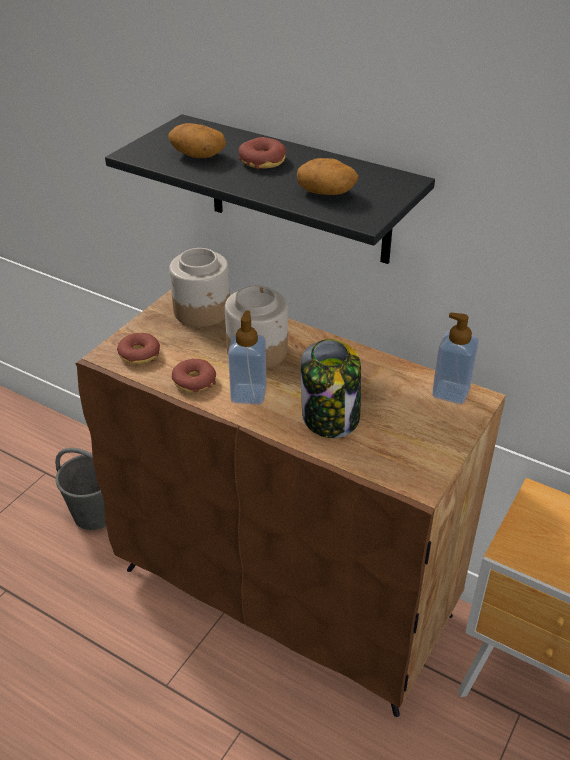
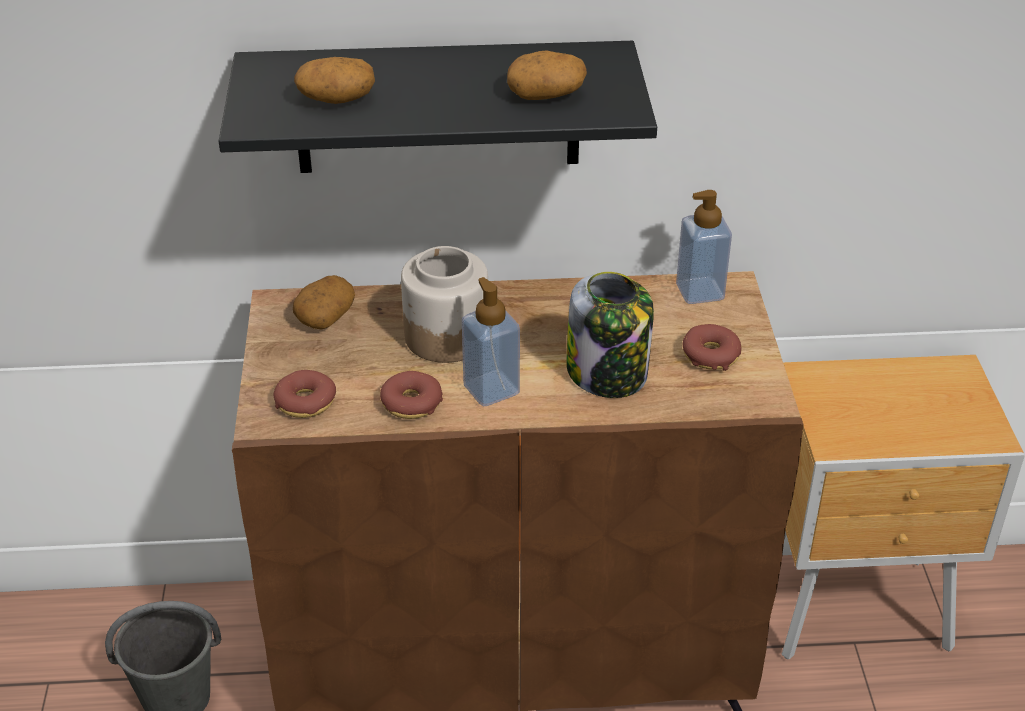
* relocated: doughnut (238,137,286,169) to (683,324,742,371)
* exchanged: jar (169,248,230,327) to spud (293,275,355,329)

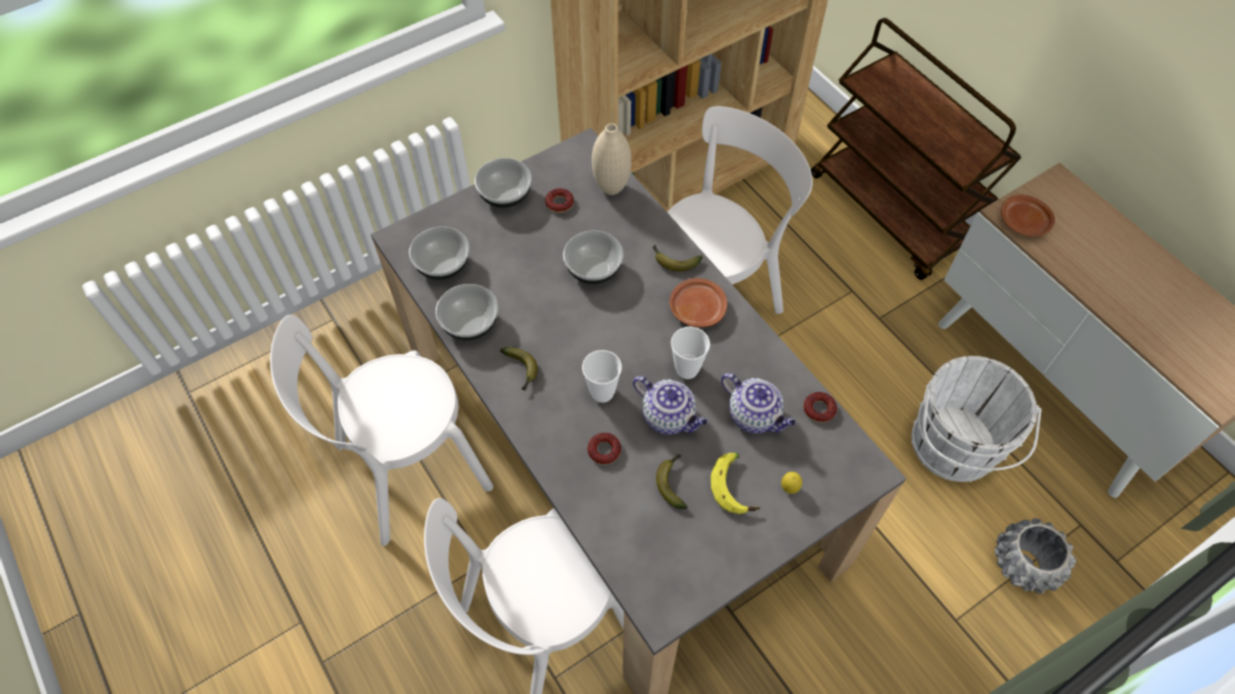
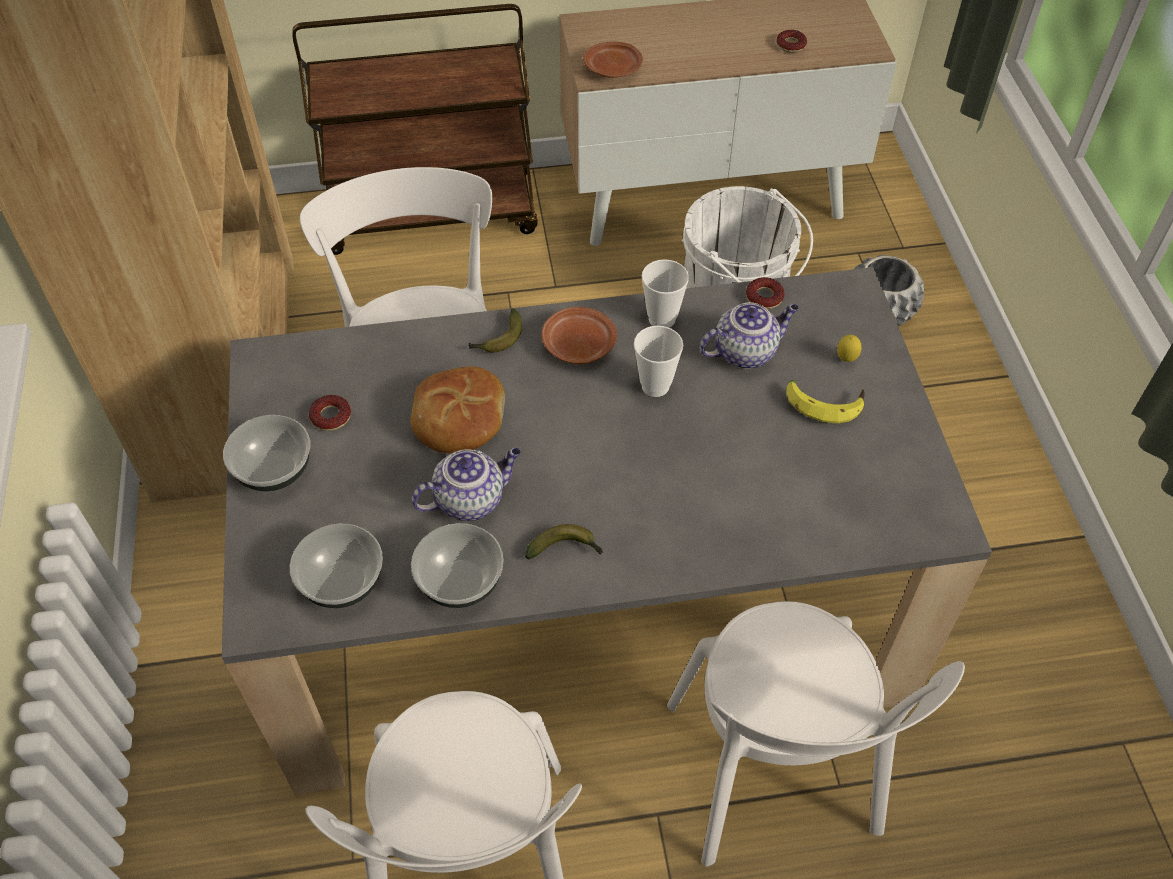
* missing: sand-coloured vase (592,123,631,195)
* missing: banana (656,454,687,509)
* relocated: small cup (582,350,622,403) to (642,259,689,328)
* relocated: doughnut (588,433,621,465) to (776,30,807,53)
* relocated: teapot (633,376,708,435) to (411,448,521,521)
* exchanged: serving bowl (563,230,624,284) to bread (410,366,505,453)

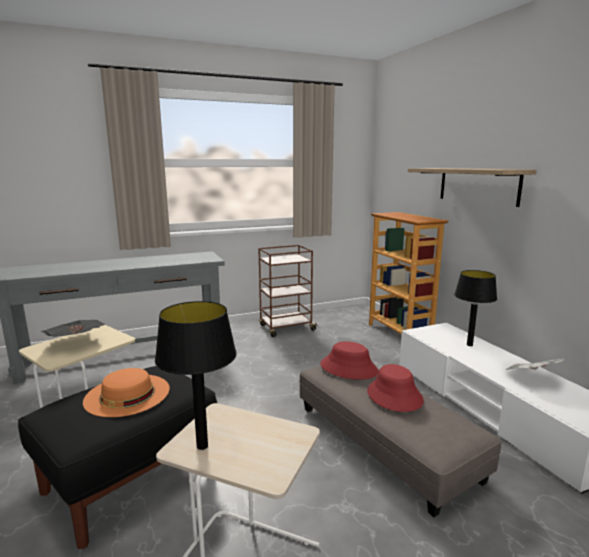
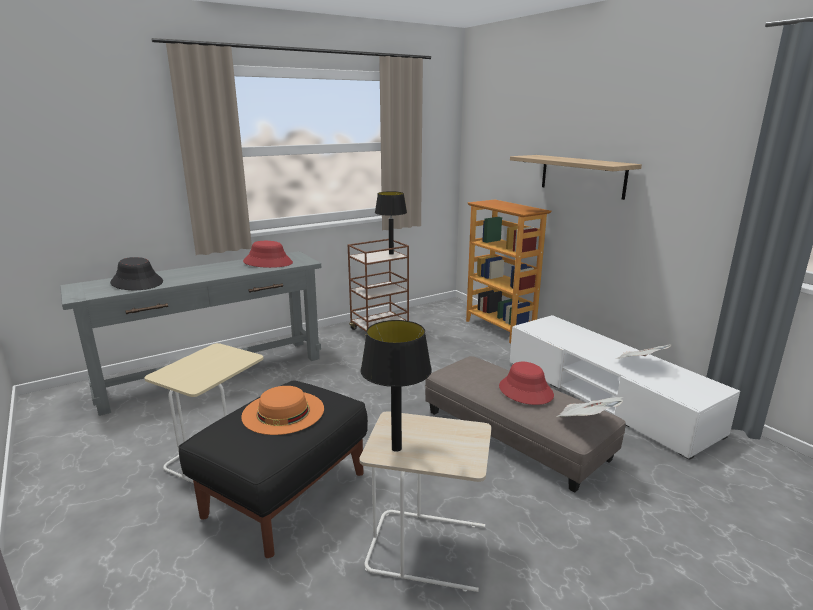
* appeared: black wearable hat (110,257,163,290)
* relocated: newspaper (41,320,105,337) to (556,397,623,417)
* relocated: red-coloured wearable hat (320,341,379,380) to (243,241,293,268)
* relocated: black lamp for a table (454,270,497,346) to (375,191,407,255)

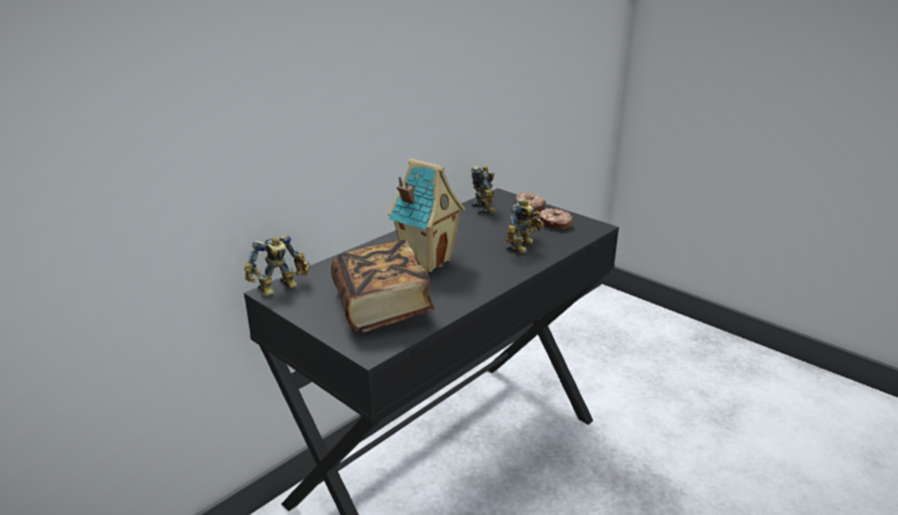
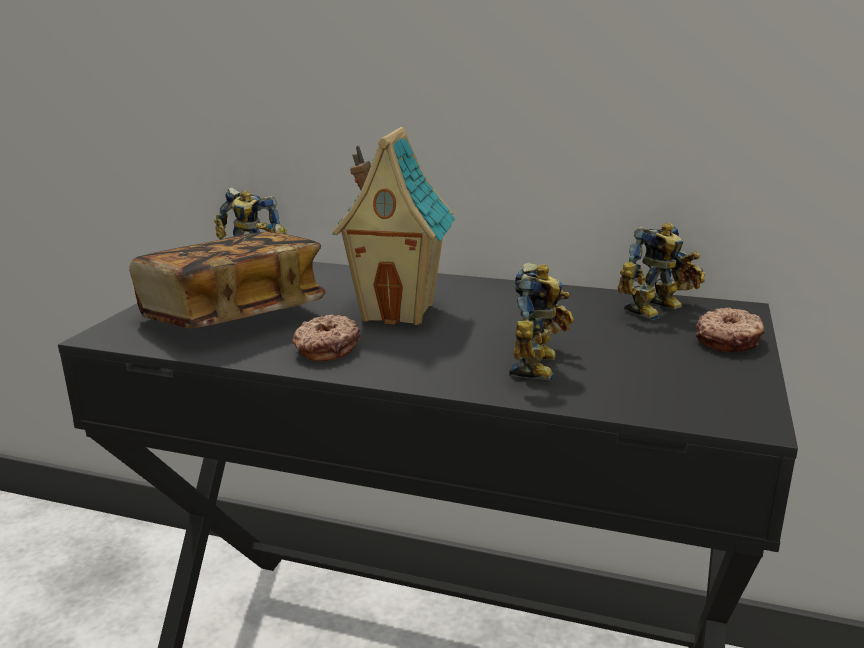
* relocated: doughnut (538,208,573,229) to (292,315,360,361)
* spun: robot figure (506,197,543,254) = (509,262,574,381) 75 degrees counterclockwise

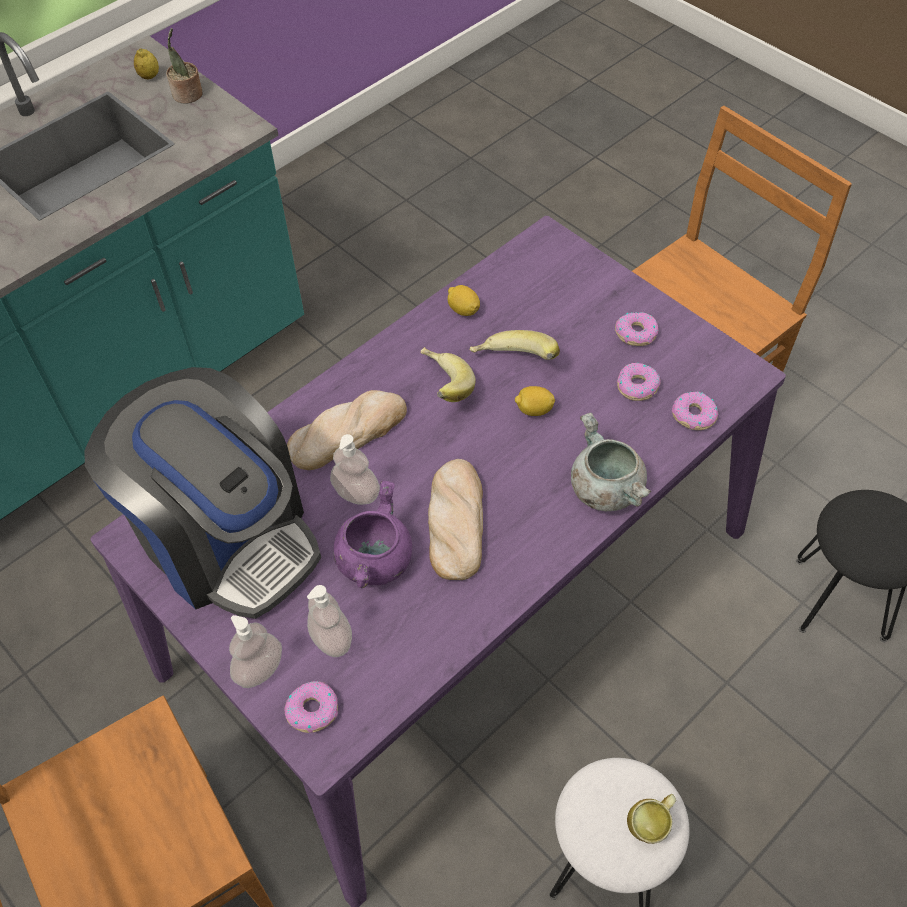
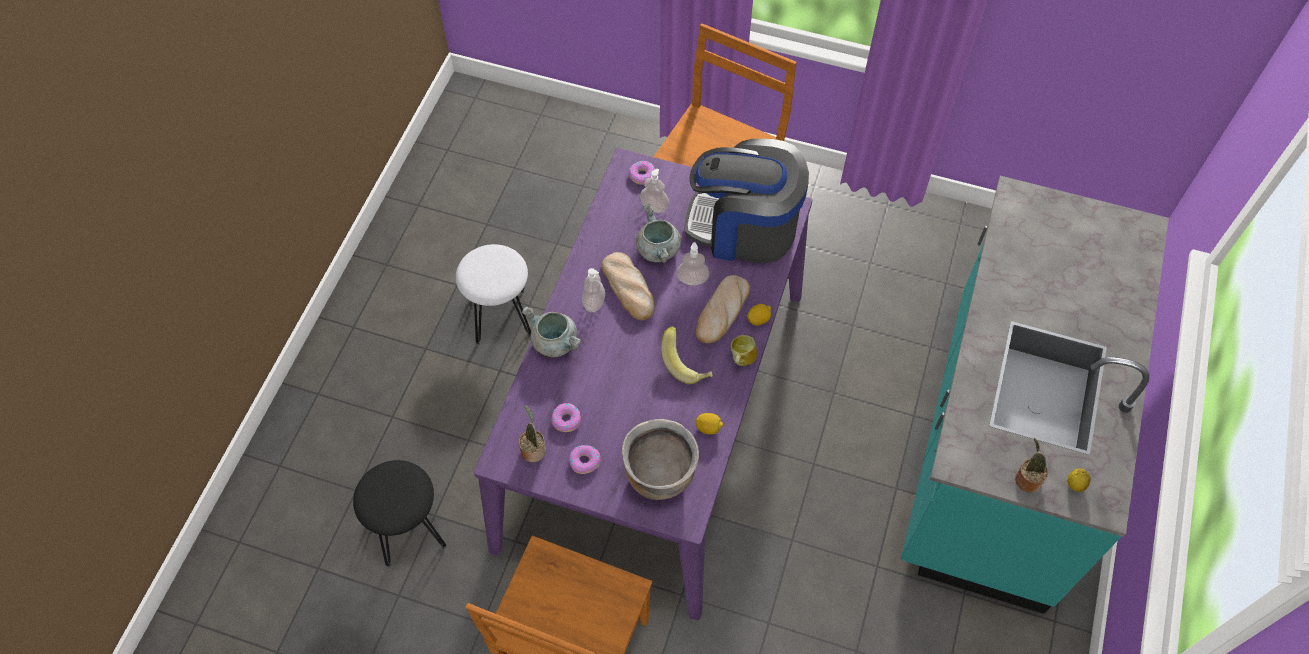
* missing: banana (470,330,560,360)
* missing: doughnut (672,391,718,430)
* appeared: houseplant (519,405,546,462)
* appeared: brown-coloured cooking pot (622,419,699,500)
* relocated: soap dispenser (229,615,282,688) to (582,268,605,312)
* relocated: lemon (515,386,555,416) to (747,304,771,326)
* relocated: tea mug (627,794,676,844) to (731,335,757,366)
* colour: purplish cooking pot (334,480,412,588) to gray cooking pot (636,204,681,263)

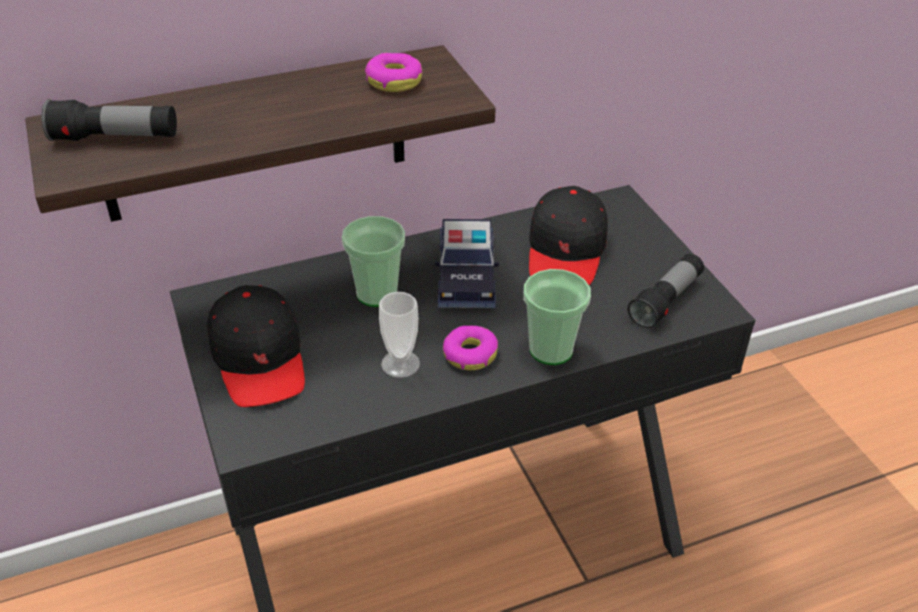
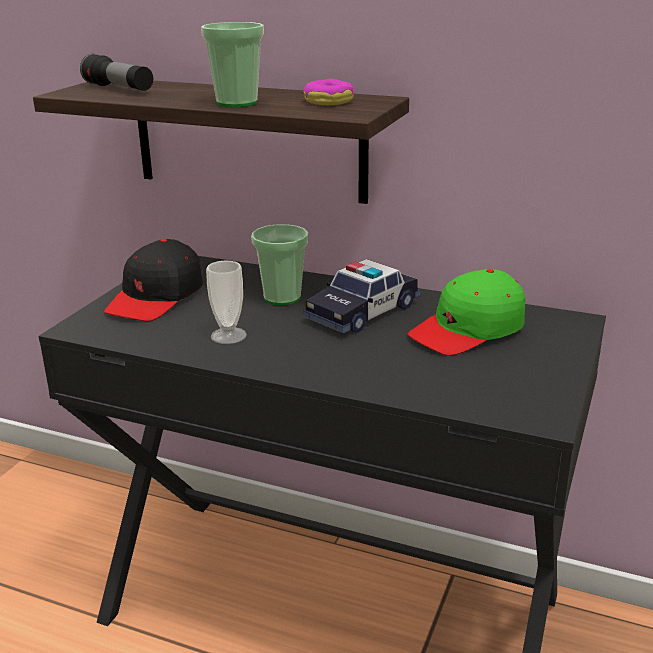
* missing: doughnut (443,326,498,370)
* missing: flashlight (627,254,704,329)
* relocated: small cup (523,269,591,365) to (201,22,264,107)
* colour: black peaked cap (529,186,608,285) to green-coloured peaked cap (408,269,525,356)

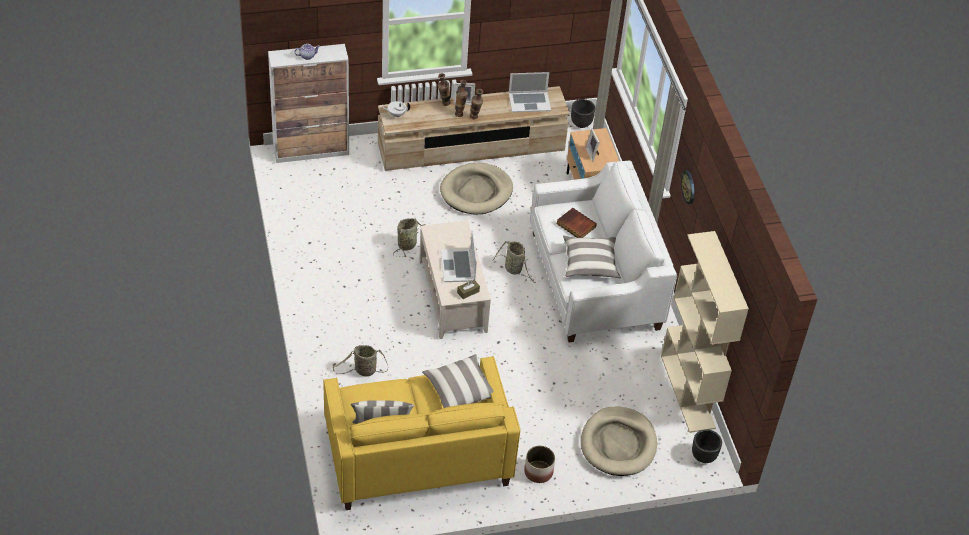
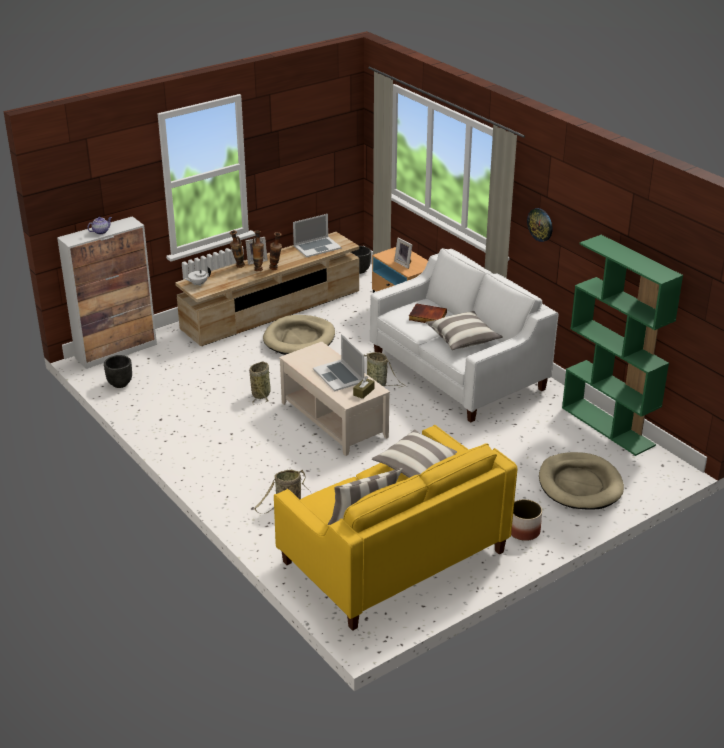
* relocated: black flower pot (692,429,722,463) to (104,355,132,388)
* colour: sand-coloured bookcase (661,231,749,433) to green-coloured bookcase (562,235,683,456)

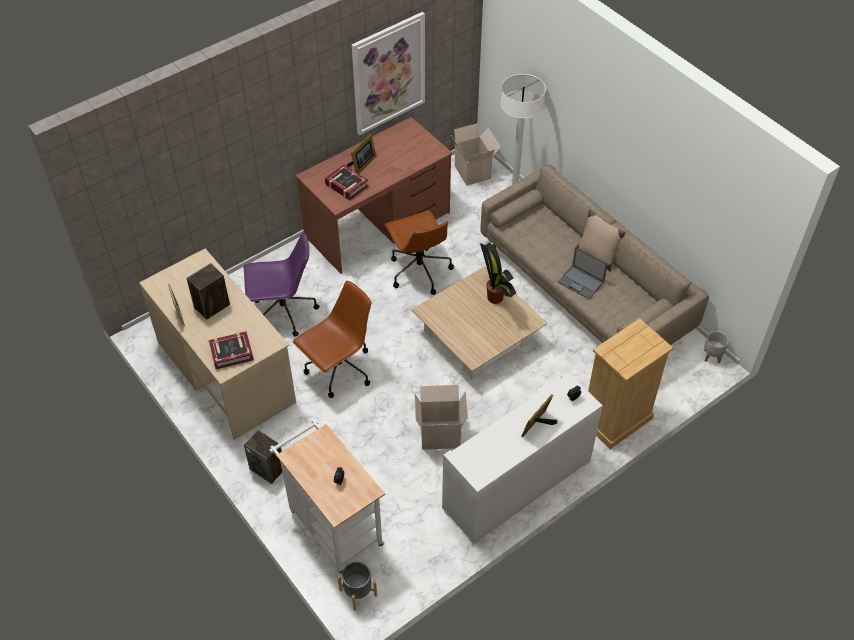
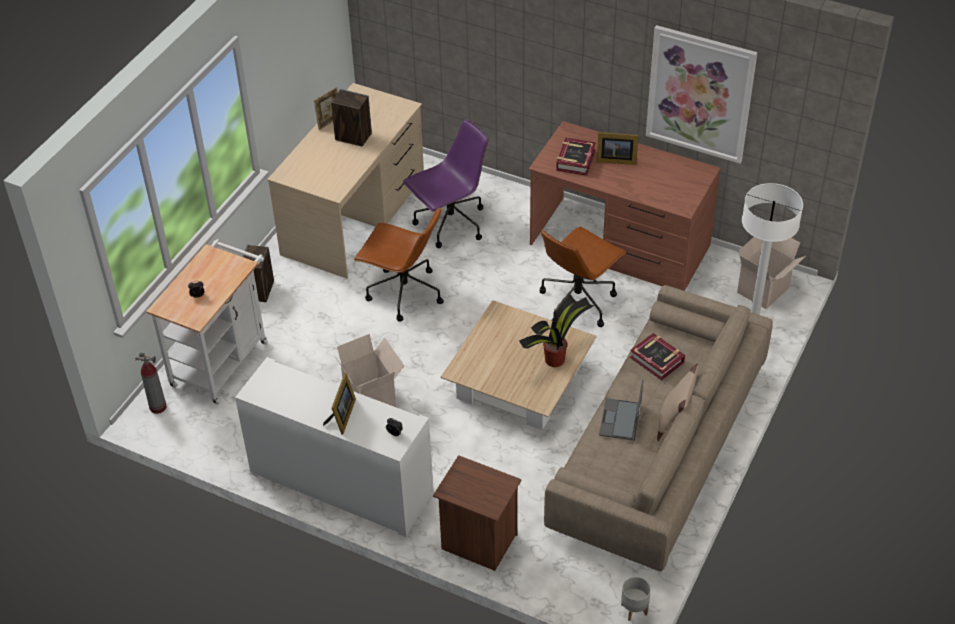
* relocated: book (209,331,254,369) to (630,333,685,380)
* exchanged: gray flower pot (338,562,377,611) to extinguisher (135,353,166,414)
* exchanged: sand-coloured dresser (588,319,673,449) to brown-coloured bedside table (433,455,522,571)
* spun: purplish office chair (244,232,319,337) = (403,119,488,248) 90 degrees counterclockwise
* spun: standing frame (521,394,557,438) = (323,373,356,434) 90 degrees clockwise

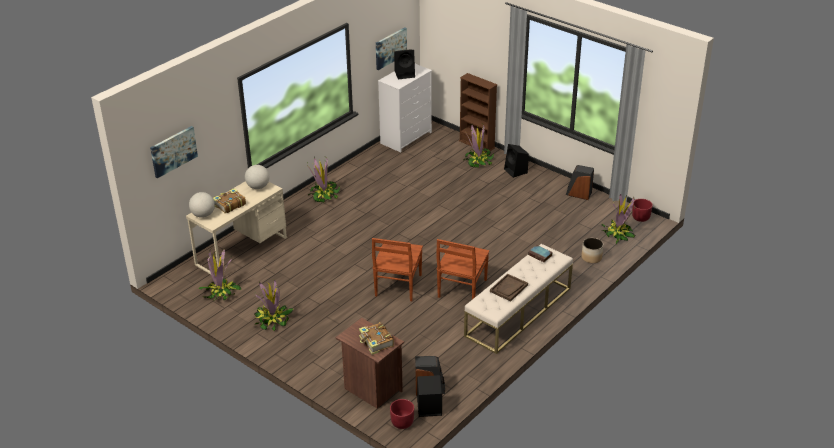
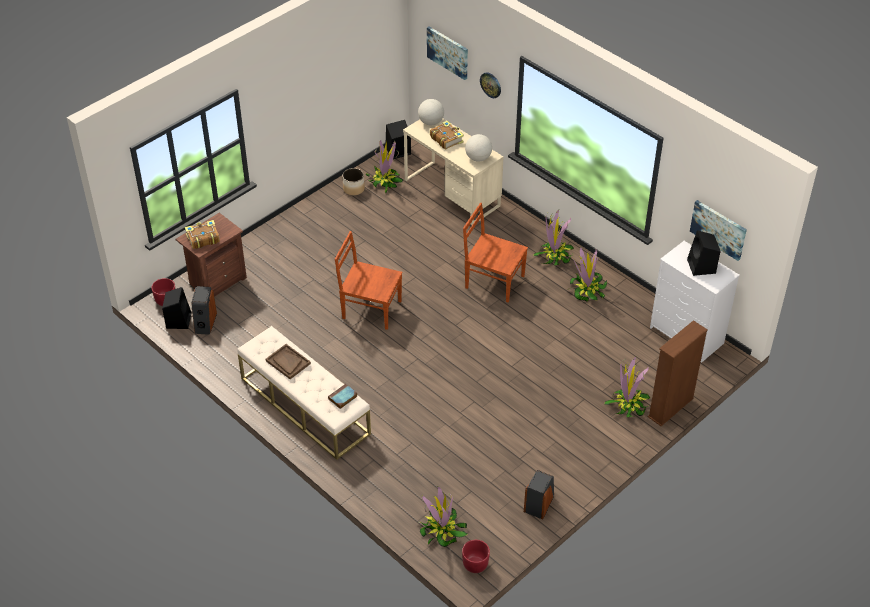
* appeared: hanging clock (480,72,501,98)
* relocated: houseplant (254,279,293,331) to (567,247,607,302)
* relocated: brown-coloured plain chair (436,239,489,299) to (463,203,528,302)
* relocated: black audio speaker (504,144,529,178) to (386,120,411,159)
* relocated: flower pot (581,238,603,263) to (343,168,365,196)

